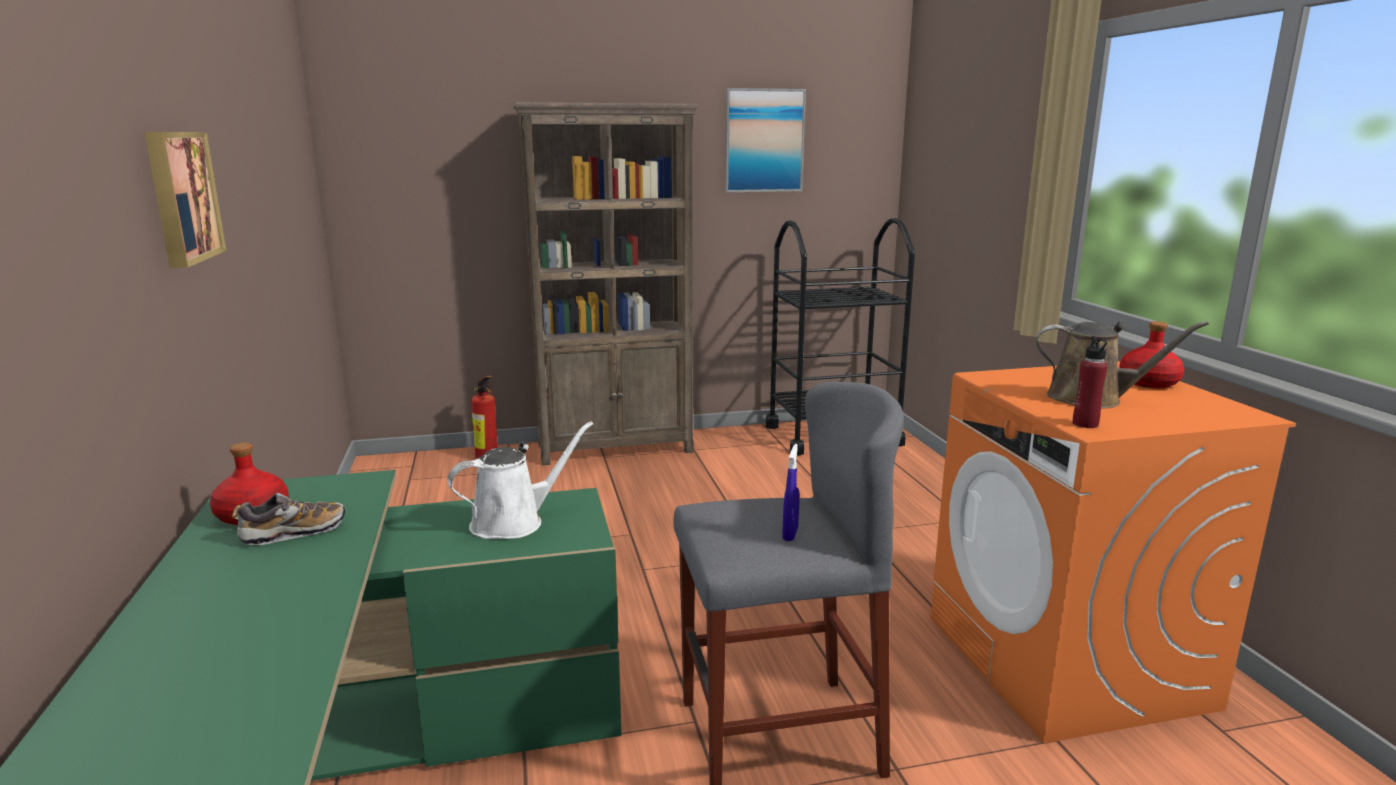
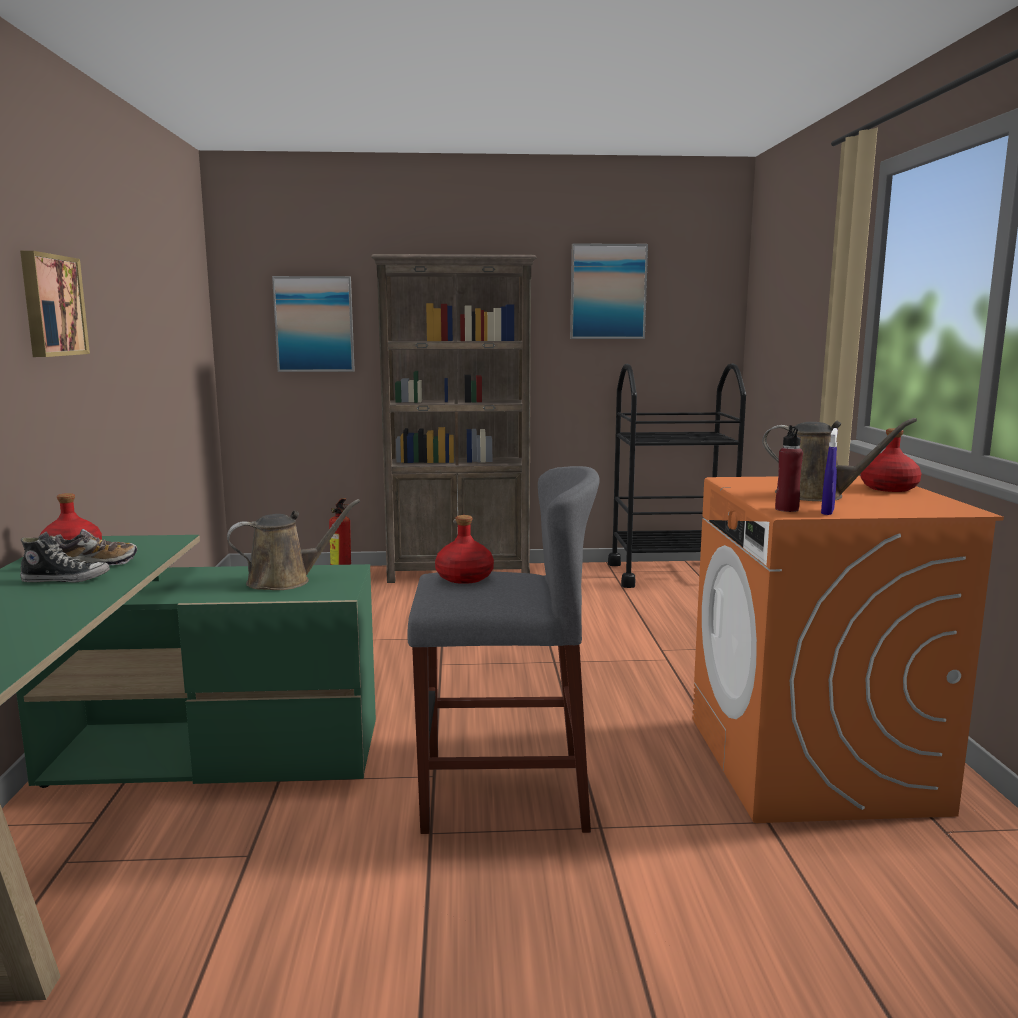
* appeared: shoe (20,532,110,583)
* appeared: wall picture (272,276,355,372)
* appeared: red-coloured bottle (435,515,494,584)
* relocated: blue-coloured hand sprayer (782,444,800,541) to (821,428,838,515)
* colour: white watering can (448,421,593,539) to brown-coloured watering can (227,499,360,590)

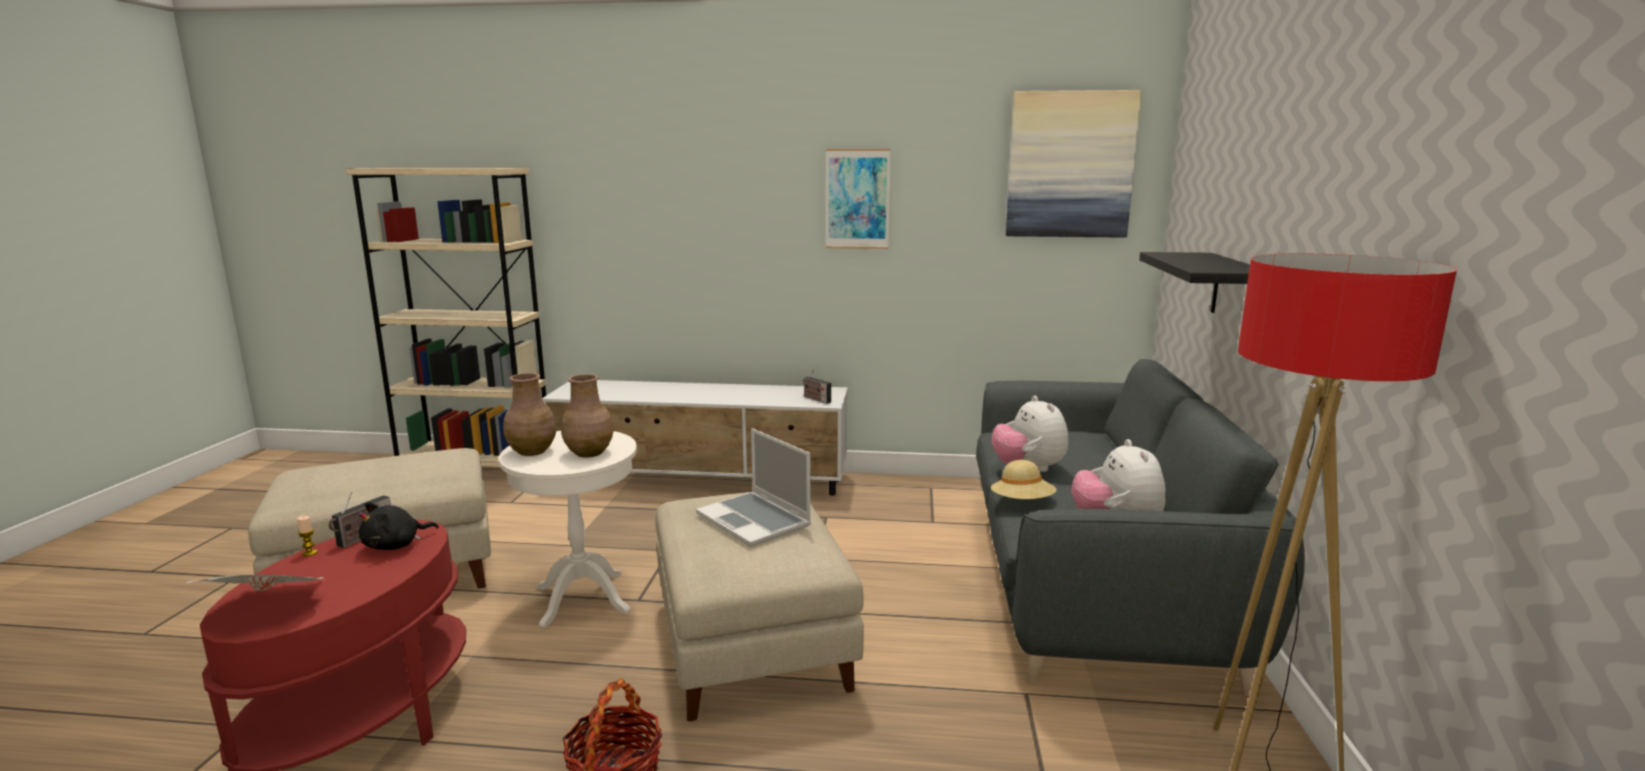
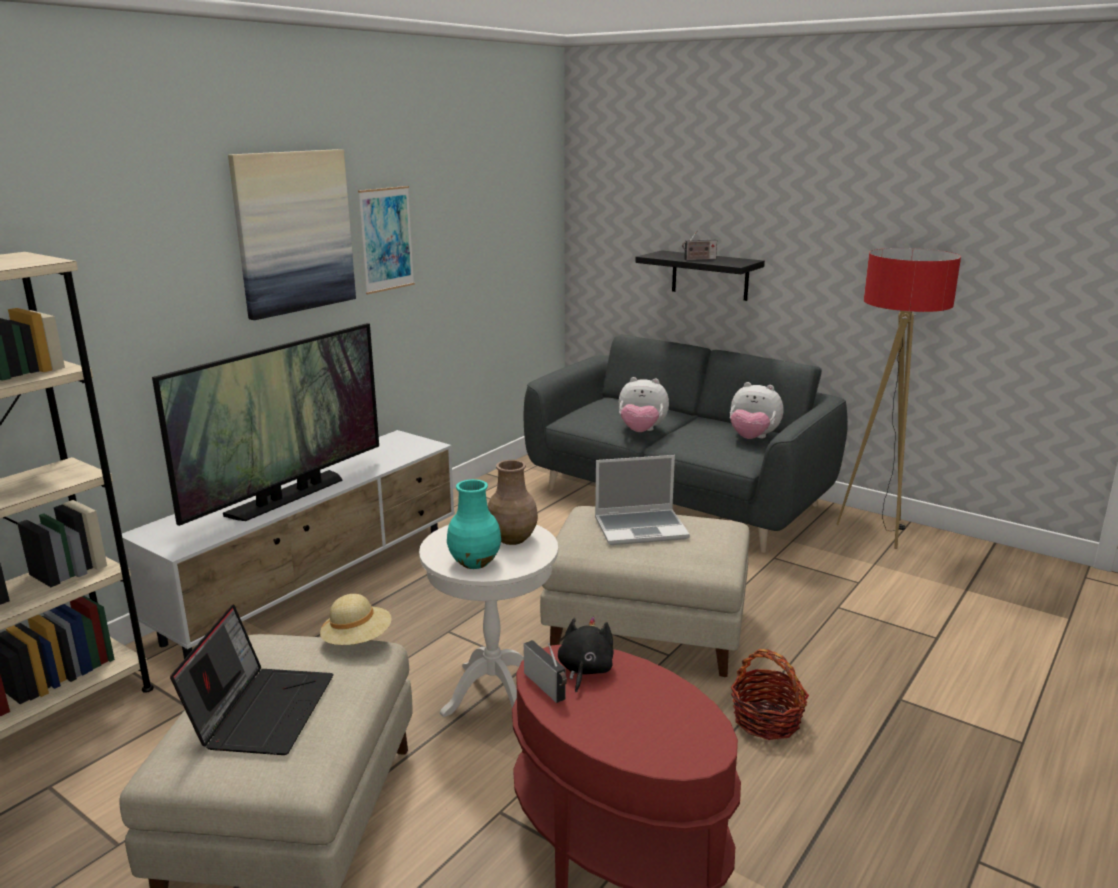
* missing: newspaper (186,575,325,591)
* missing: wax candle (297,516,318,556)
* appeared: TV set (152,323,379,526)
* appeared: portable computer (170,604,334,755)
* relocated: radio set (803,368,831,404) to (682,230,717,260)
* relocated: sand-coloured wearable hat (991,460,1057,499) to (320,594,391,645)
* relocated: wall picture (1005,90,1142,238) to (228,149,356,320)
* colour: brown-coloured vase (503,373,557,456) to turquoise vase (447,479,501,569)
* spun: black soft toy (359,502,439,550) = (558,617,614,693) 150 degrees counterclockwise

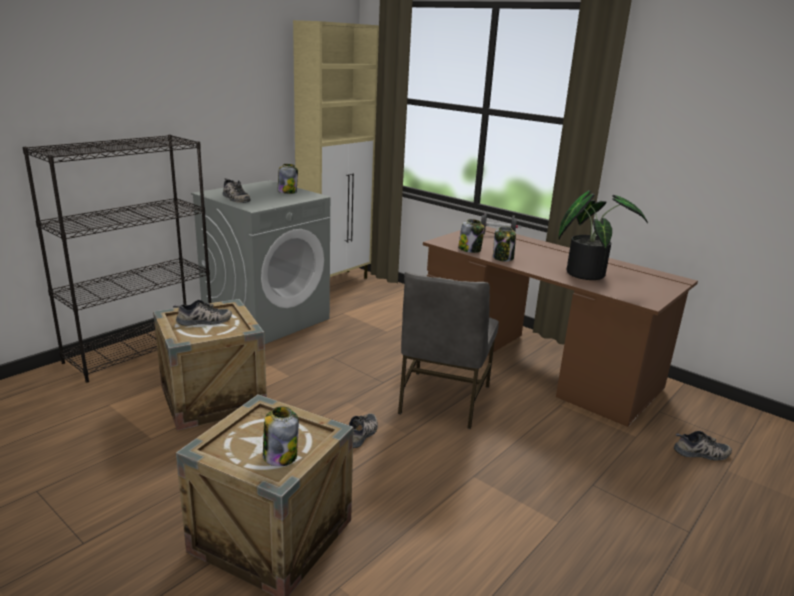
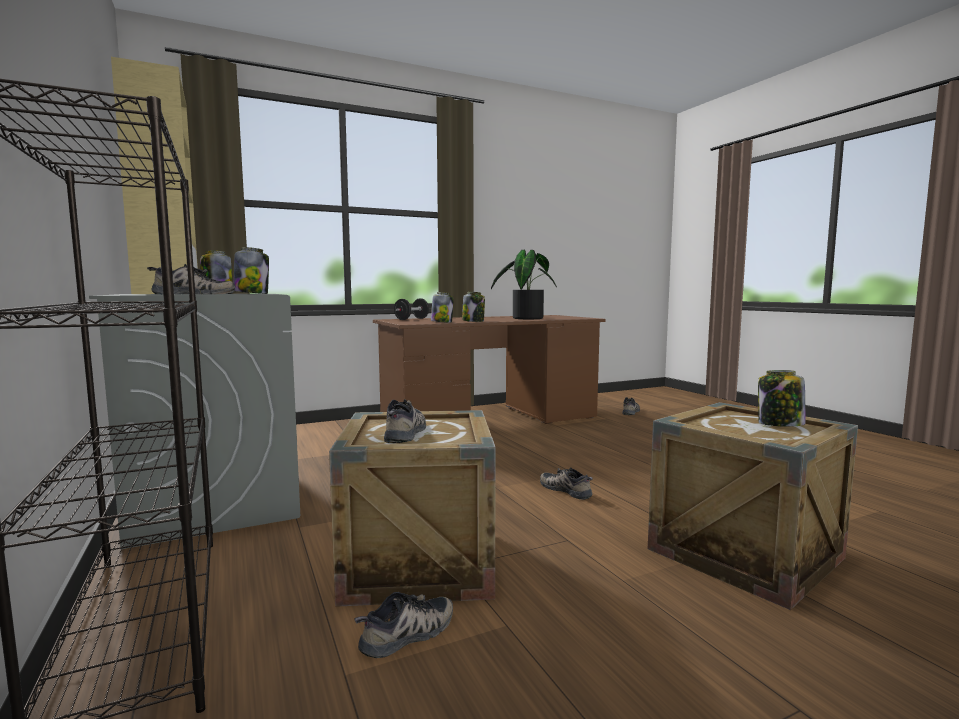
* missing: gray plain chair (398,272,499,429)
* appeared: jar (233,247,269,294)
* appeared: shoe (354,592,453,658)

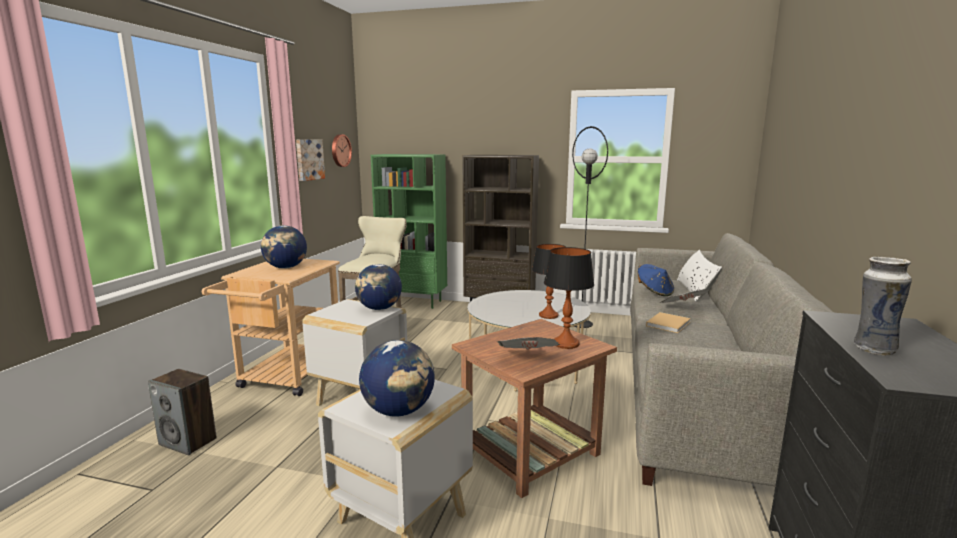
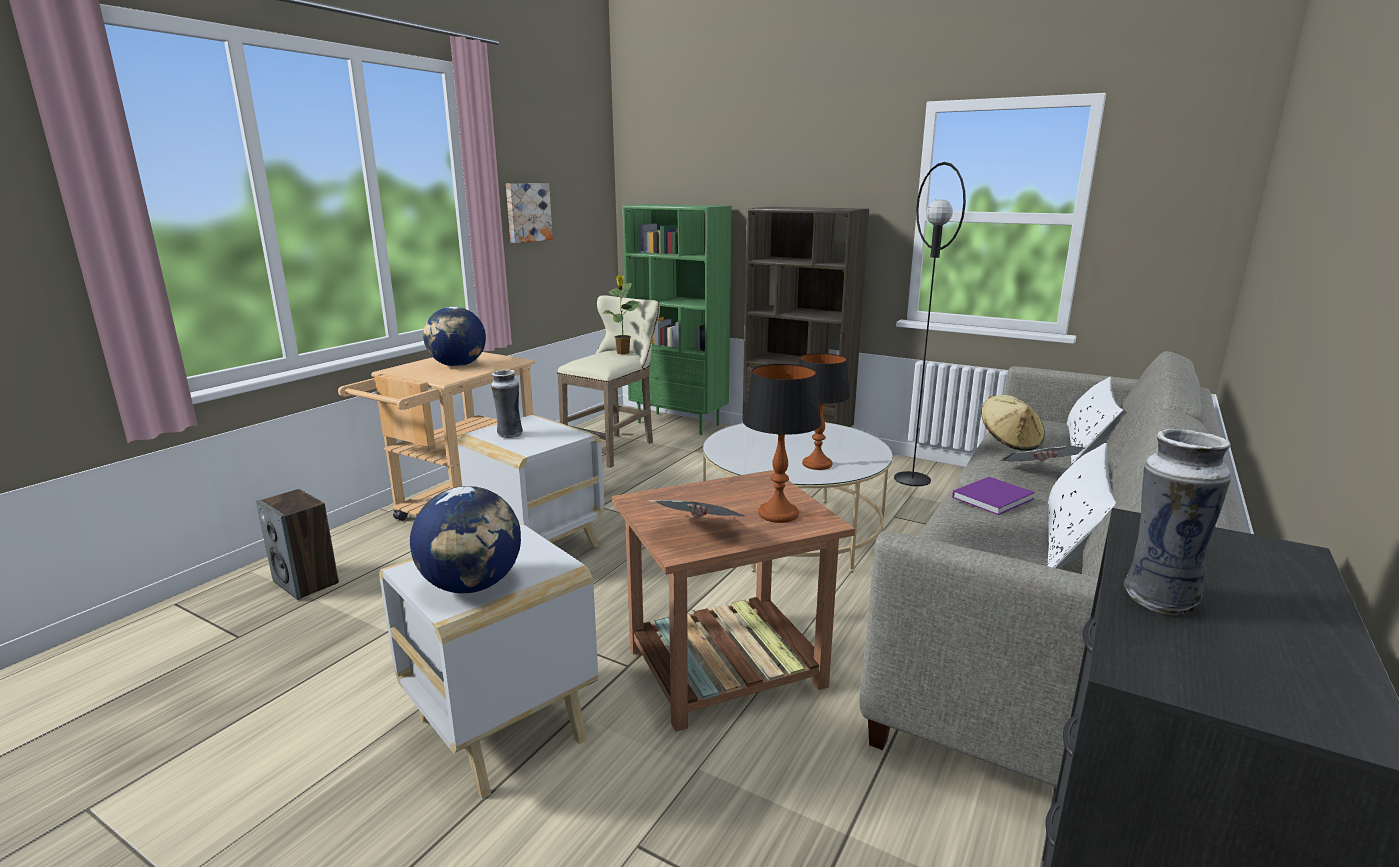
* missing: hanging clock (332,134,352,167)
* missing: world globe (355,264,402,310)
* appeared: vase (491,369,523,438)
* appeared: houseplant (603,275,640,354)
* appeared: white cushion (1047,443,1116,569)
* colour: blue-coloured wearable hat (638,264,674,296) to sand-coloured wearable hat (982,395,1045,451)
* colour: sand-coloured book (646,312,691,333) to purplish book (952,477,1035,515)

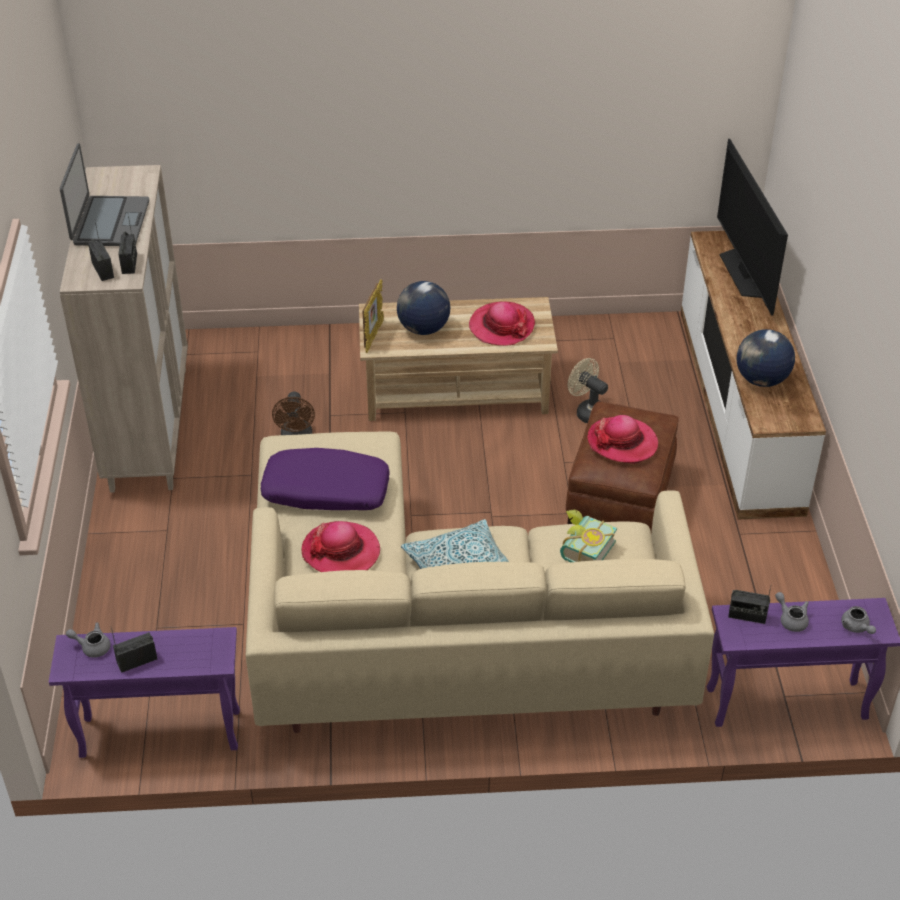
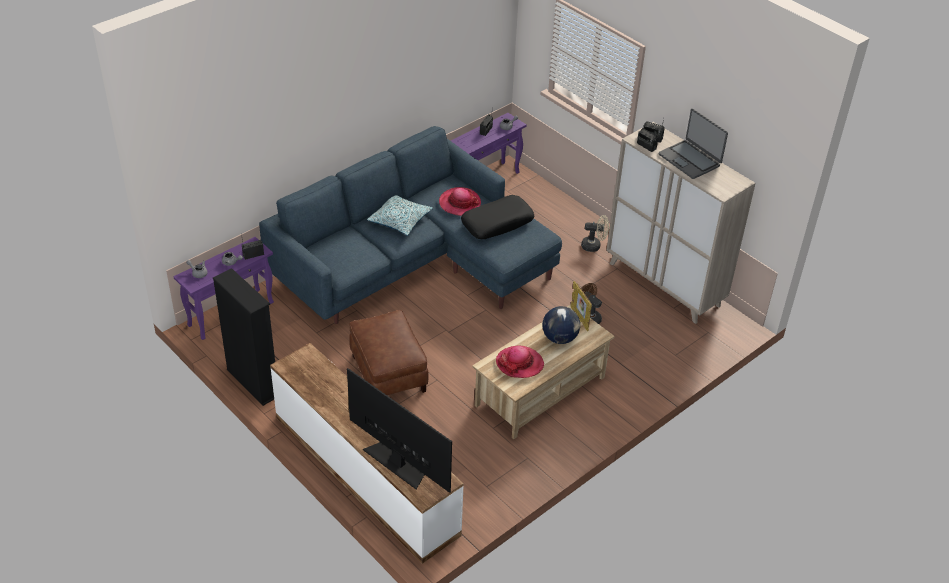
* missing: book (560,510,617,562)
* missing: wearable hat (587,415,658,464)
* missing: world globe (737,329,795,387)
* appeared: black bookcase (213,268,275,406)
* relocated: sand-coloured cooling fan (568,358,608,423) to (581,215,609,252)
* colour: sand-coloured settee (246,431,714,733) to blue-coloured settee (259,126,562,324)
* colour: purplish cushion (260,448,390,510) to black cushion (461,195,534,239)

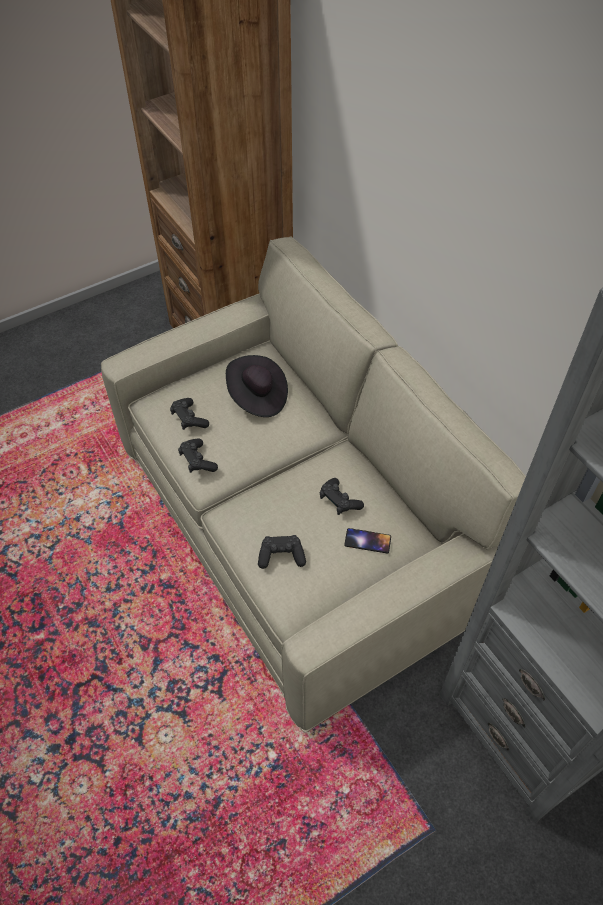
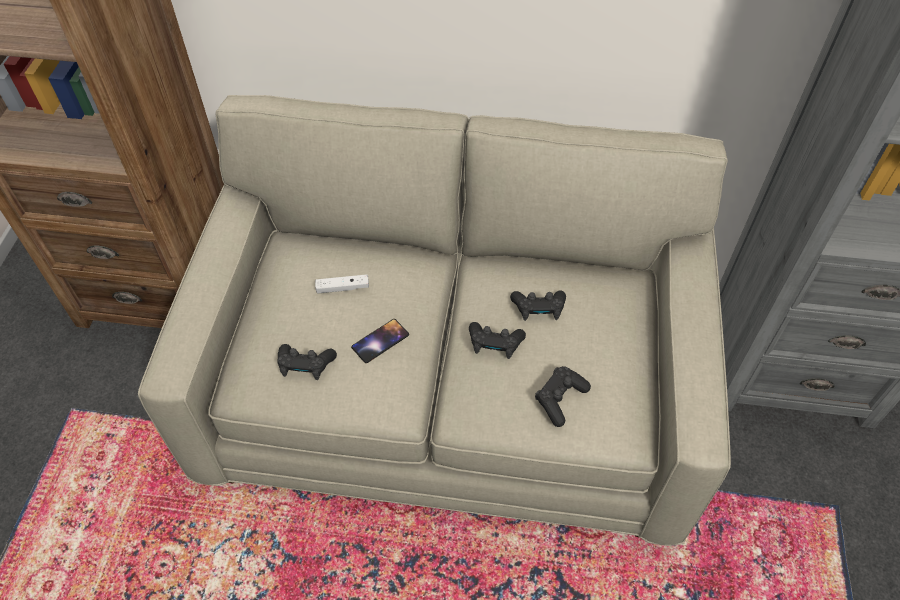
* relocated: black gamepad (178,438,218,473) to (469,322,526,359)
* relocated: handset (344,528,391,554) to (351,319,409,363)
* exchanged: black wearable hat (226,355,288,417) to white gamepad (315,274,369,293)

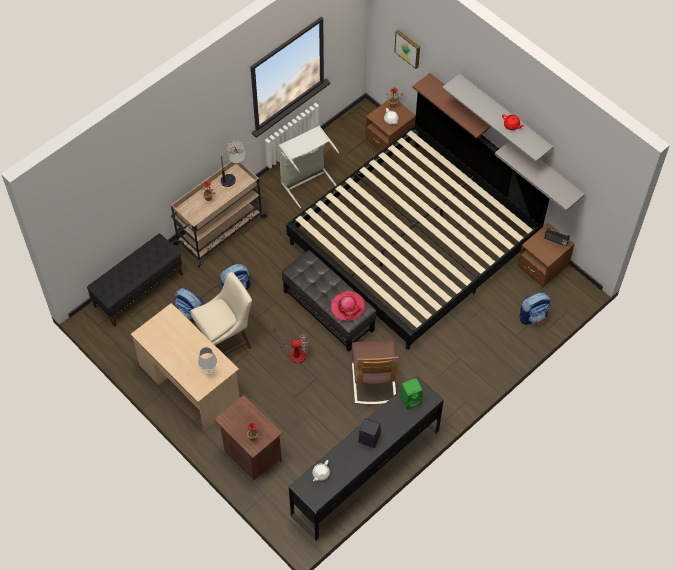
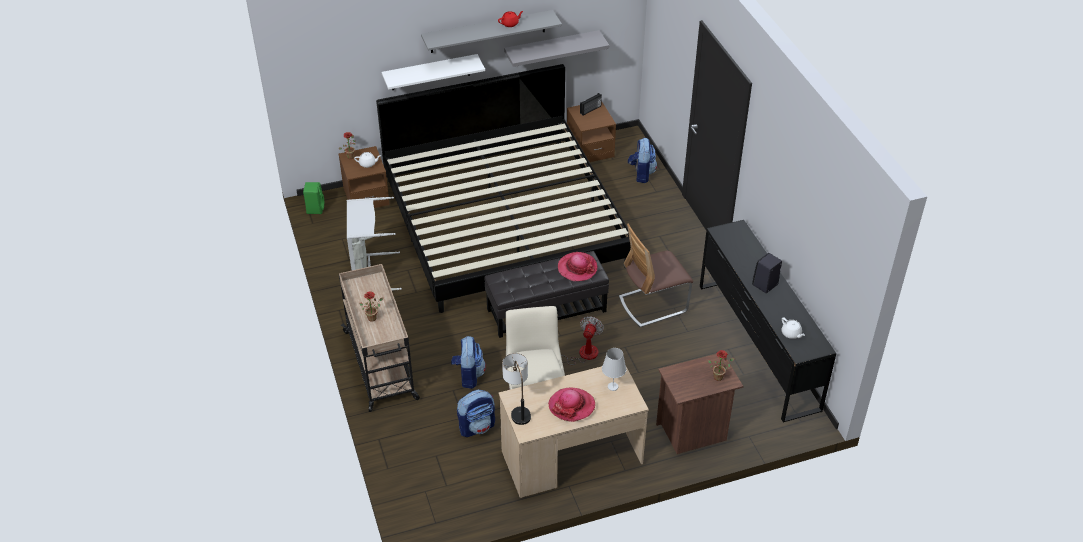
* missing: black long seat (87,234,183,327)
* missing: wall picture (394,30,420,69)
* appeared: wearable hat (548,387,595,422)
* relocated: lamp for a table (221,141,246,187) to (502,353,531,425)
* relocated: green-coloured audio speaker (400,378,423,409) to (303,182,324,214)
* colour: brown-coloured shelf (412,73,491,139) to white shelf (382,54,485,90)
* spun: plain chair (352,340,398,405) = (619,224,693,327) 135 degrees clockwise

